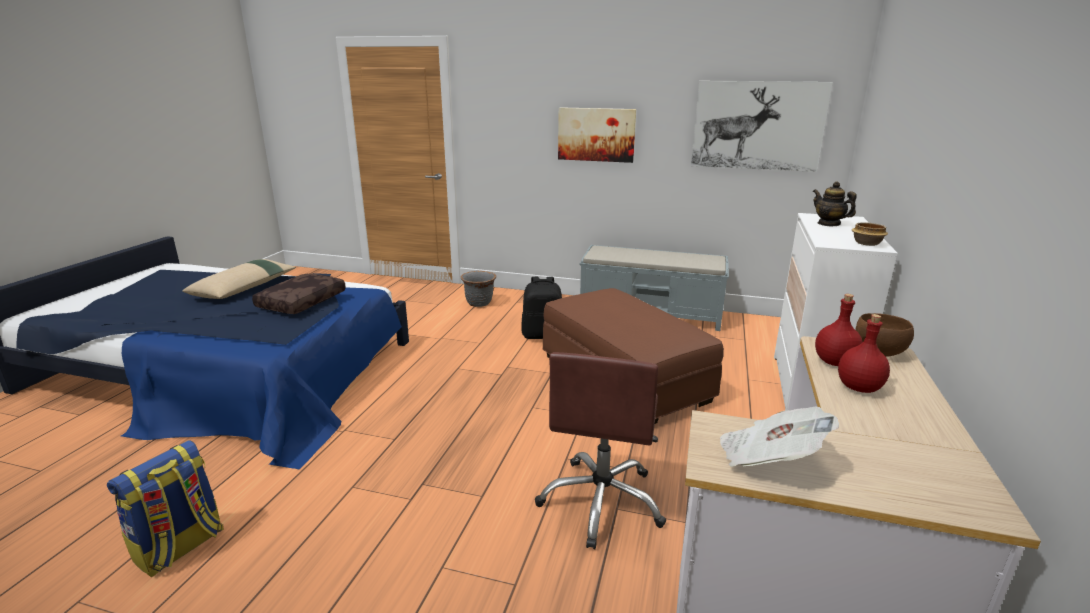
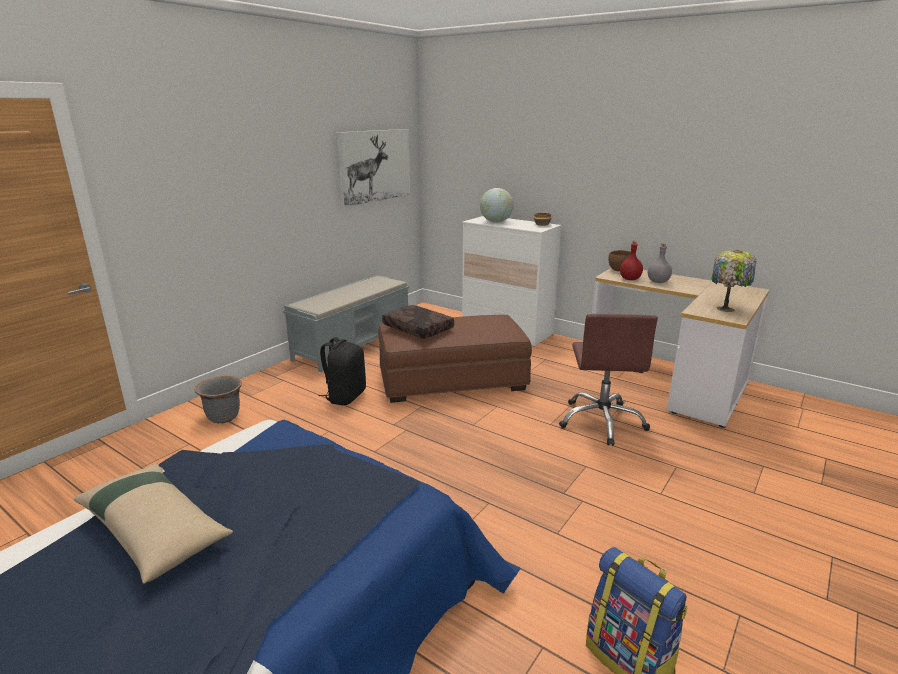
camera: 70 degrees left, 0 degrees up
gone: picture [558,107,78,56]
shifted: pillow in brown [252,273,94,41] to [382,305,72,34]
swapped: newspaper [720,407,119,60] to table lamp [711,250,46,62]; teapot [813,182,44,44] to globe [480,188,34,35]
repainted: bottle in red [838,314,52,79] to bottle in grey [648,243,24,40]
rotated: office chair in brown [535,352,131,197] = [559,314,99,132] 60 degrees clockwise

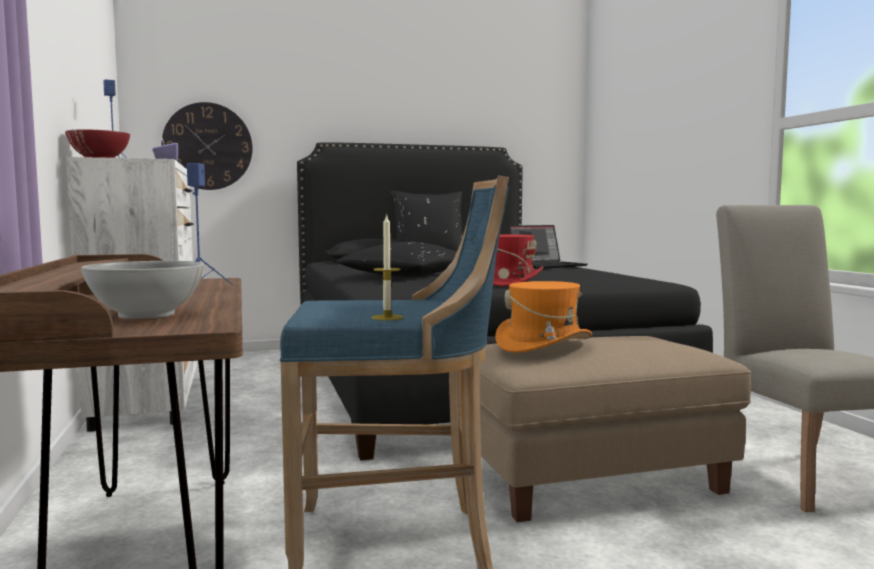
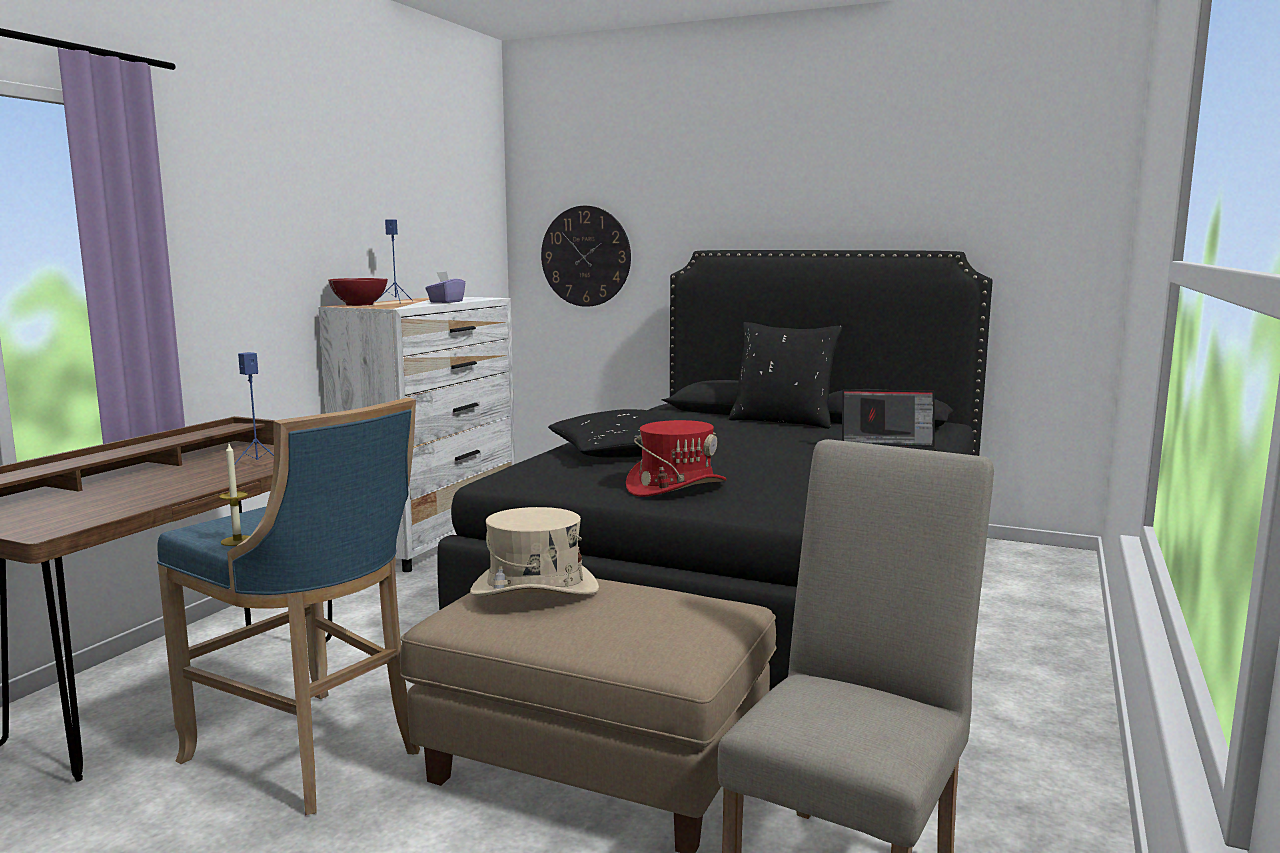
camera: 40 degrees right, 5 degrees up
gone: bowl in white [81,261,123,58]
repainted: hat in orange [495,281,97,72] to hat in beige [470,507,129,89]

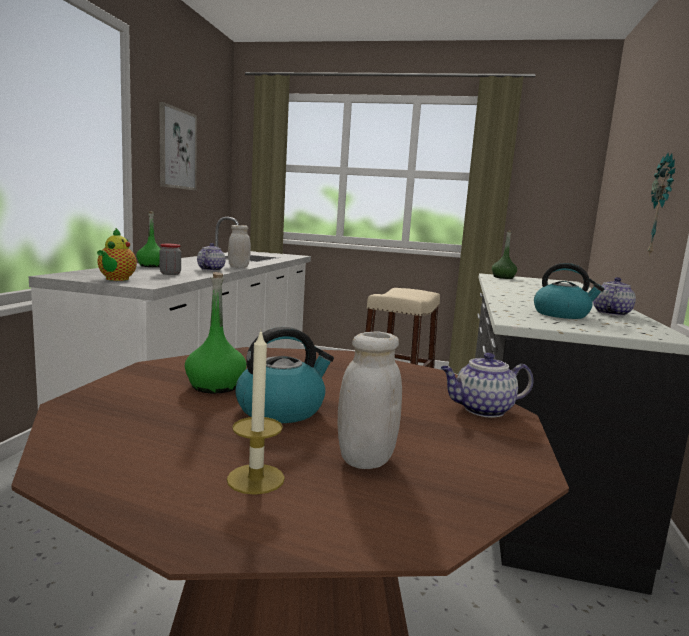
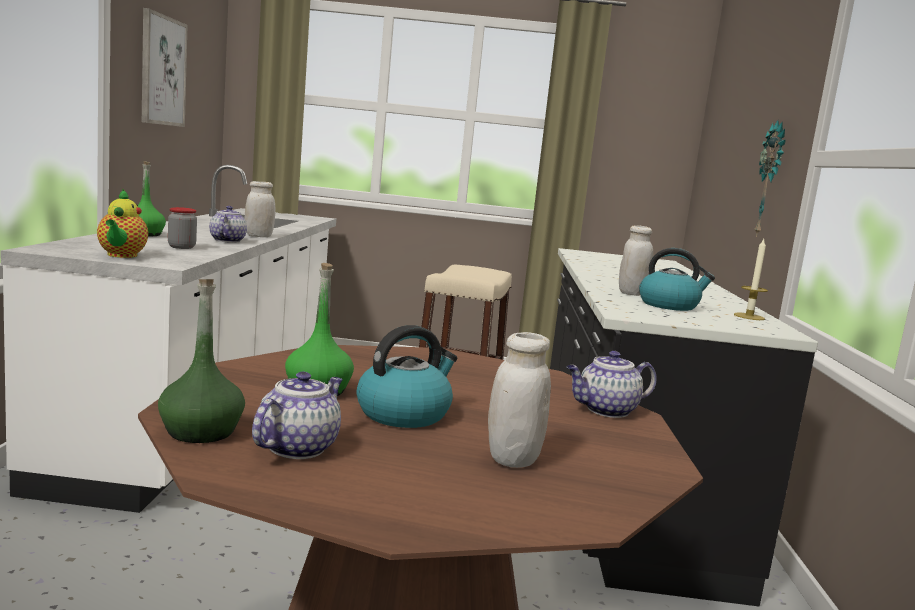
camera: 10 degrees left, 0 degrees up
new: jar in white [619,225,34,71]
shifted: candle [227,329,58,166] to [734,239,34,81]; bottle in green [492,230,25,49] to [158,279,87,164]; teapot [593,277,43,39] to [252,371,91,88]

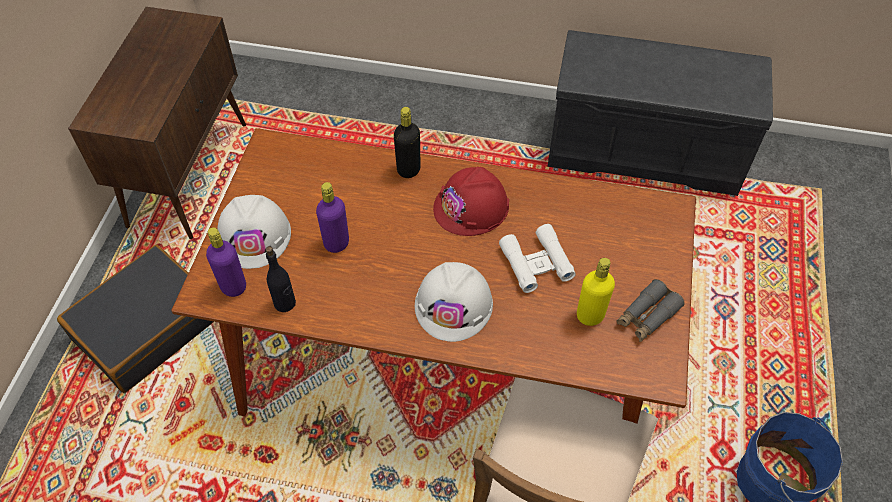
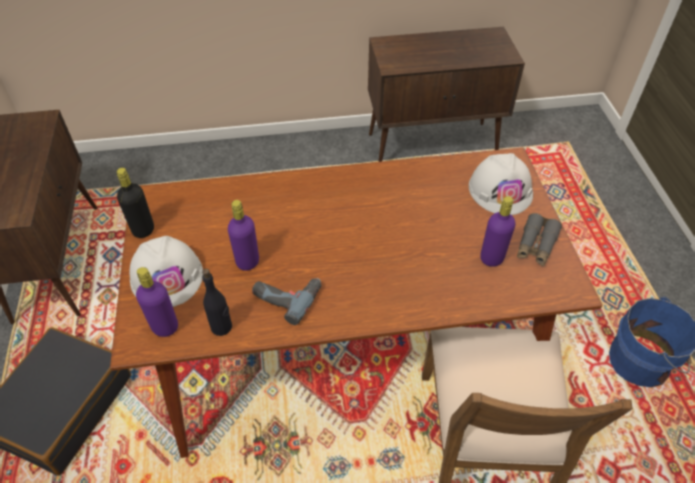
camera: 20 degrees left, 5 degrees down
gone: hard hat in red [433,167,76,69]; binoculars in white [499,224,77,69]
new: power drill [252,278,69,47]
shifted: bottle in black [394,107,27,71] to [117,168,37,70]; hard hat in white [415,262,78,80] to [469,153,64,62]
swapped: bench in grey [547,30,226,166] to cabinet in brown [368,27,157,135]
repainted: bottle in yellow [577,258,38,68] to bottle in purple [480,196,35,71]

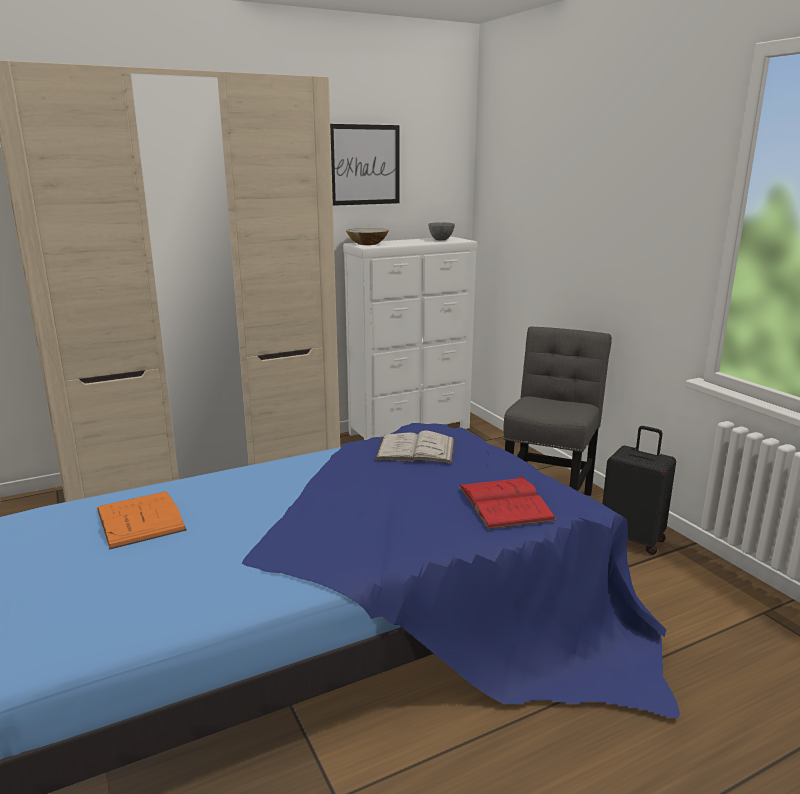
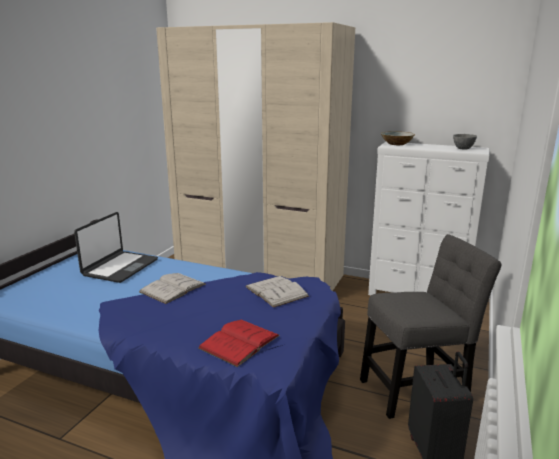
camera: 50 degrees right, 0 degrees up
gone: picture [330,124,70,82]
new: book in white [139,273,67,31]
swapped: book in orange [97,491,90,59] to laptop [74,212,84,71]

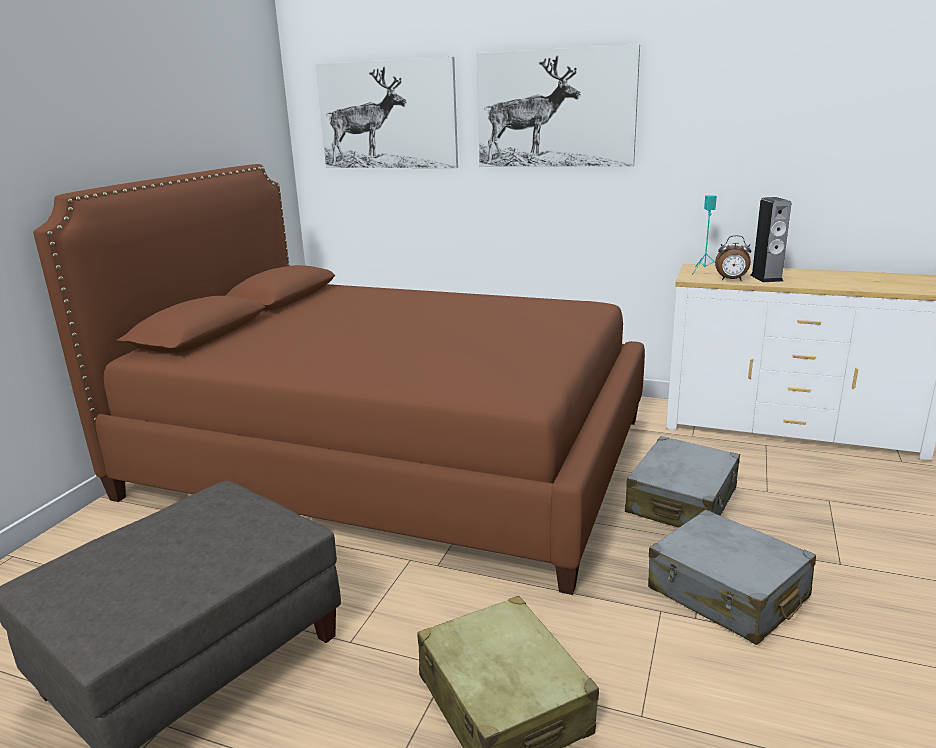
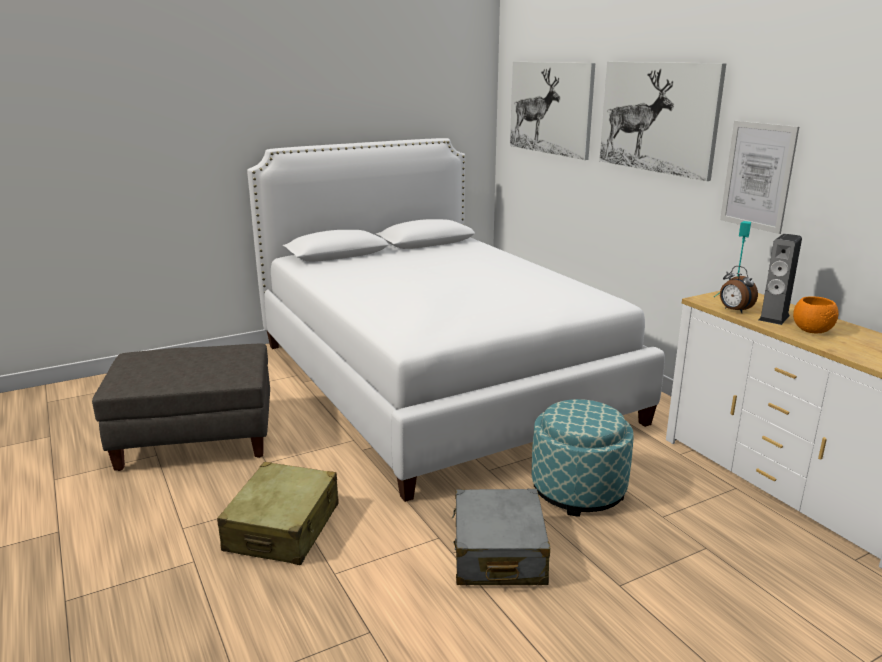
camera: 40 degrees right, 0 degrees up
new: picture [720,121,79,113]; bowl in orange [793,296,46,37]
swapped: suitcase in grey [625,436,115,92] to ottoman [532,399,102,118]
repainted: bed in brown [33,164,612,431] to bed in white [247,138,418,364]

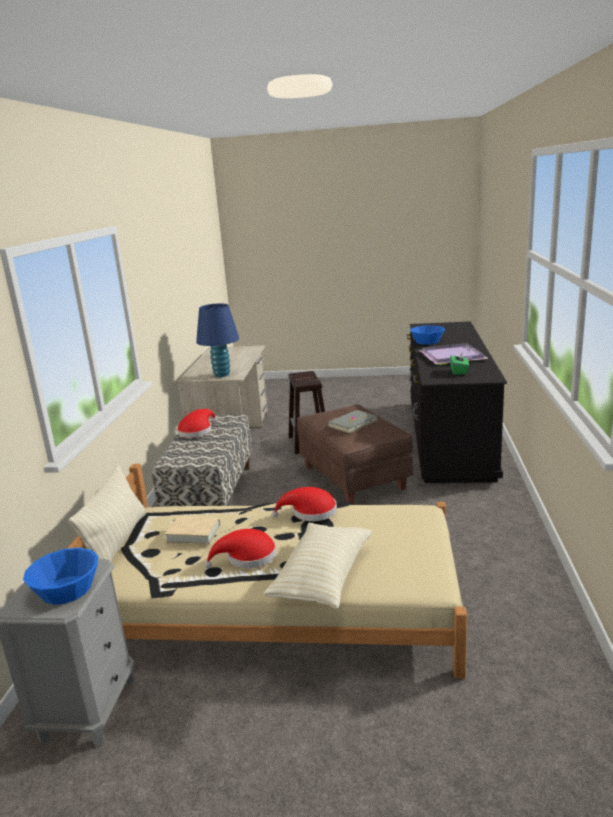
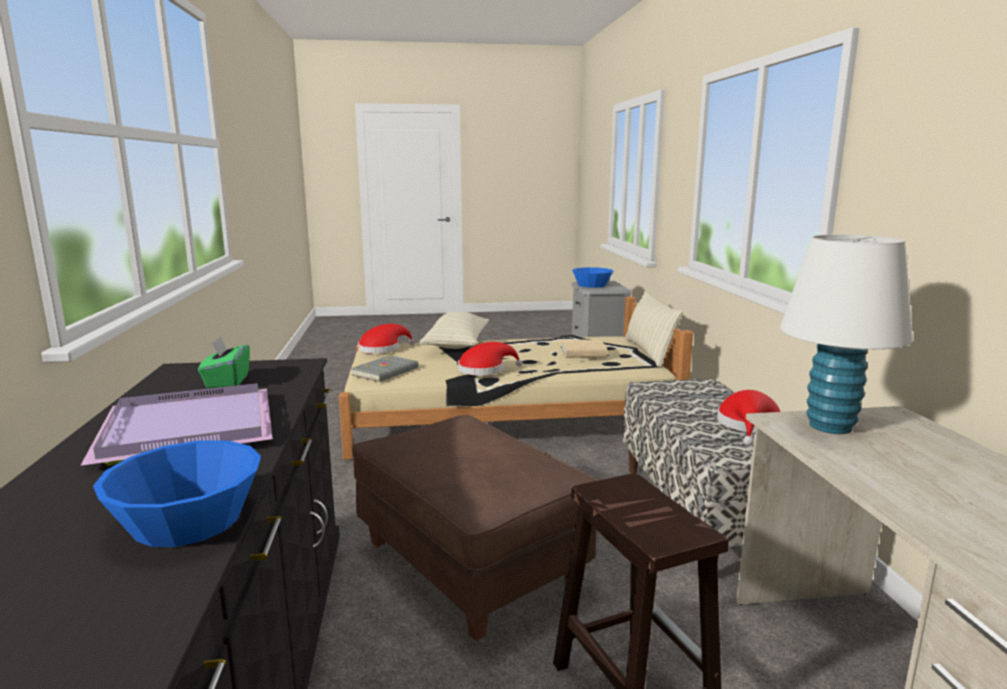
camera: 165 degrees right, 5 degrees down
shifted: hat in red [204,529,72,39] to [358,324,57,30]; book in grey [327,410,51,24] to [350,355,69,27]
repainted: table lamp in blue [196,304,43,73] to table lamp in white [780,235,133,199]

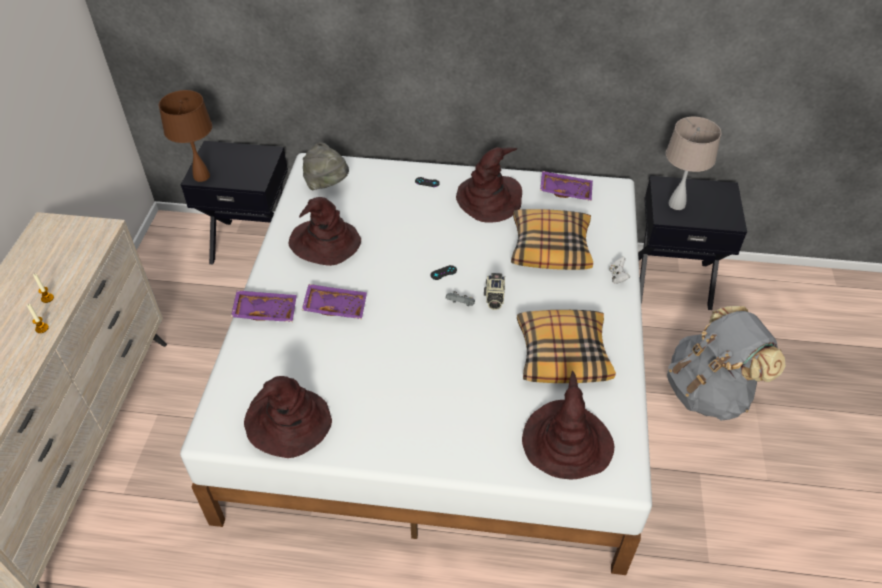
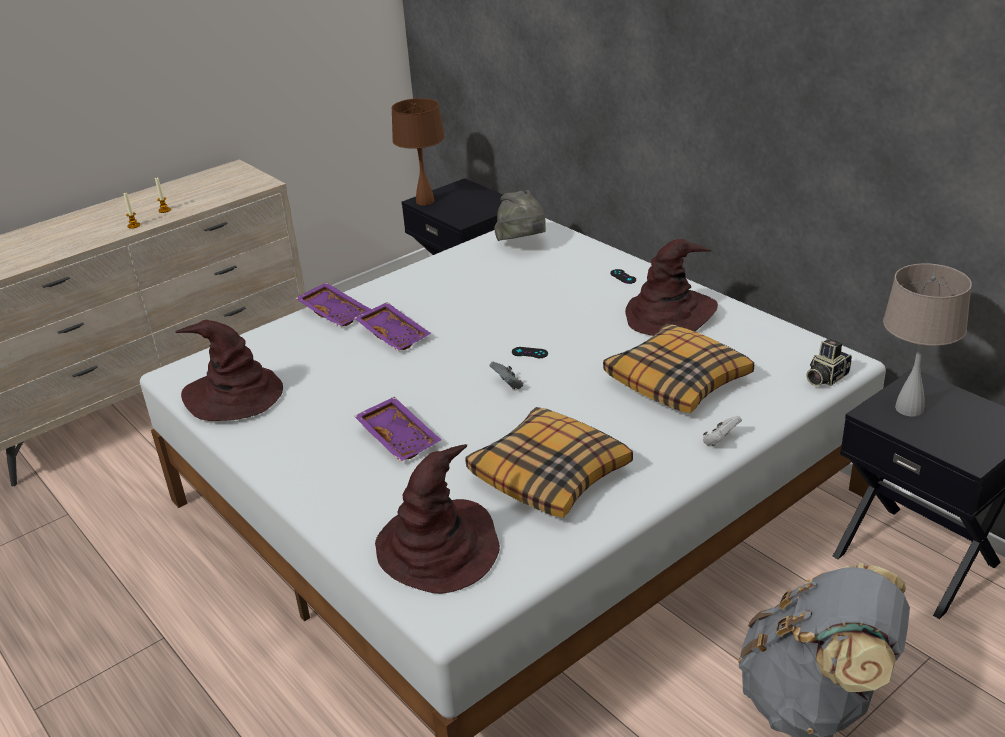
camera: 45 degrees right, 15 degrees down
gone: hat in brown [289,197,72,69]
shifted: photo camera [484,273,21,37] to [806,338,46,48]; tray in purple [540,171,53,30] to [354,397,87,65]

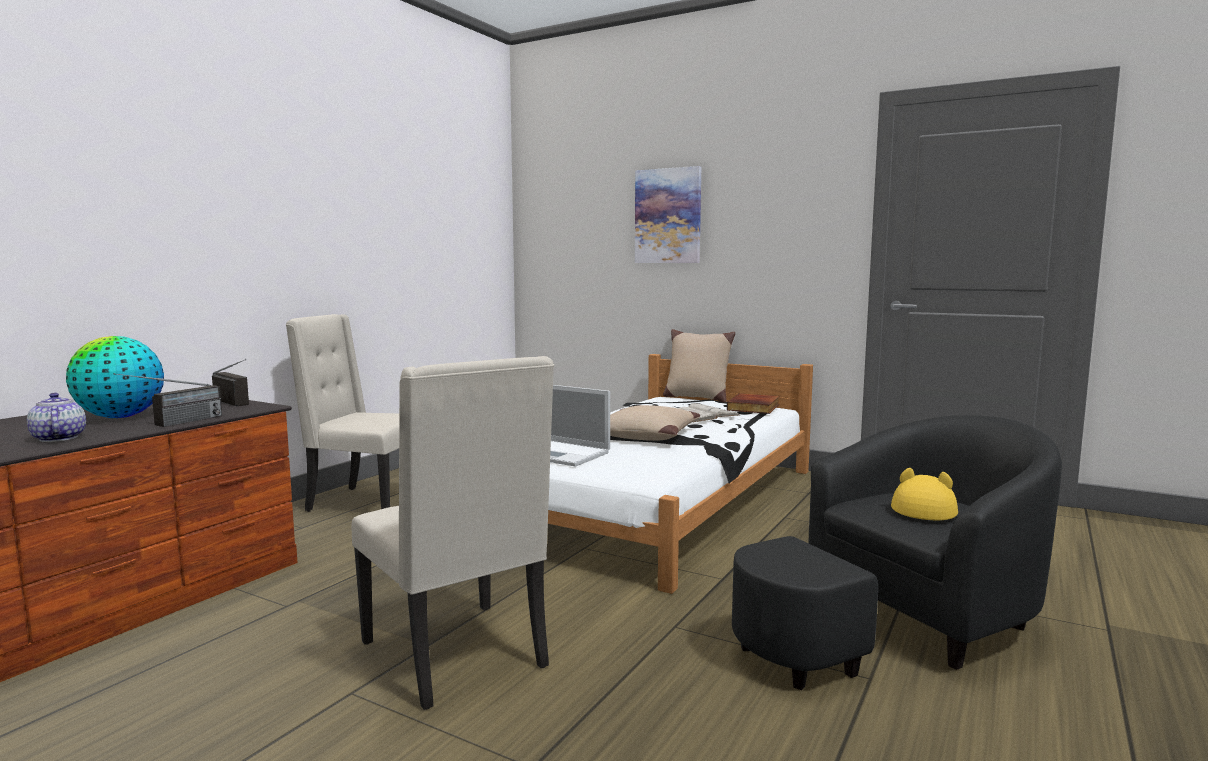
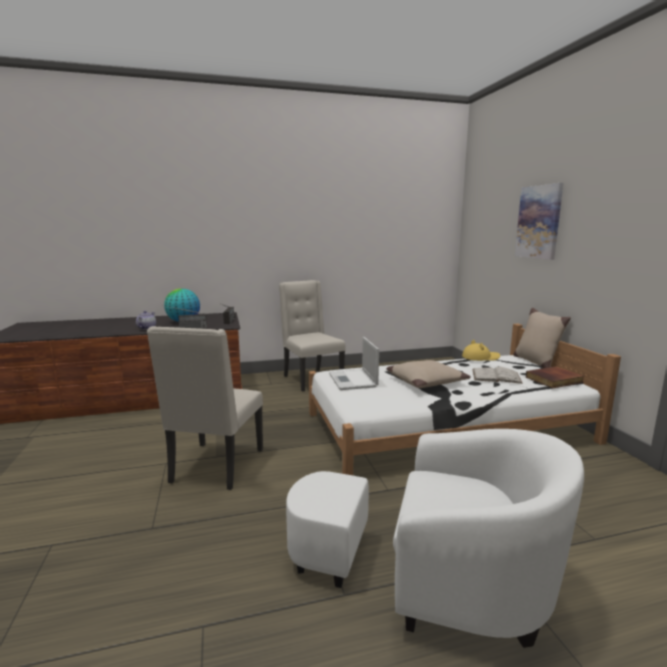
camera: 45 degrees right, 5 degrees up
shifted: hat in yellow [891,468,67,52] to [462,340,38,21]
repainted: armchair in black [732,415,330,275] to armchair in white [286,429,298,219]

